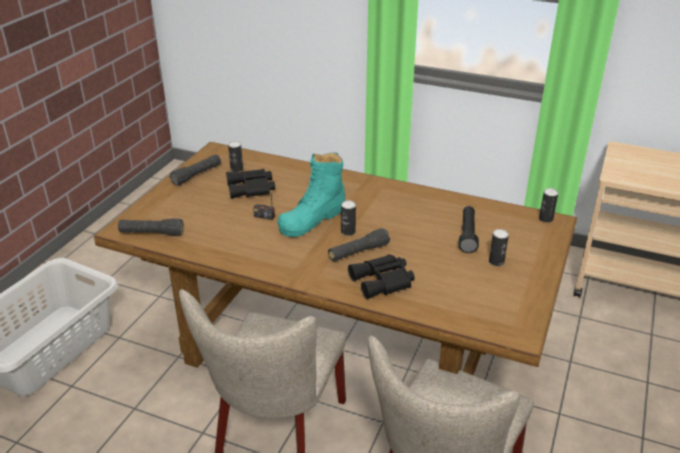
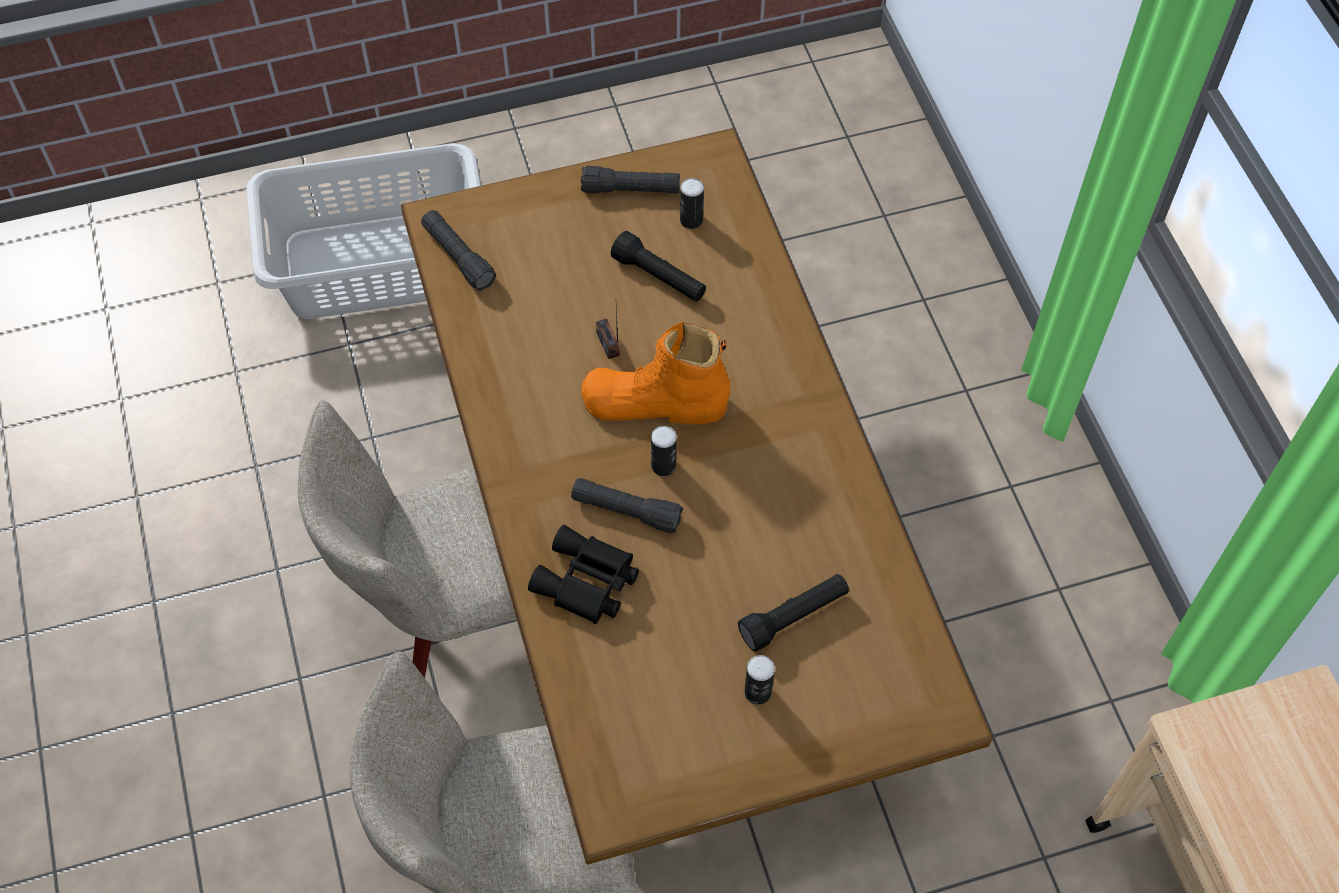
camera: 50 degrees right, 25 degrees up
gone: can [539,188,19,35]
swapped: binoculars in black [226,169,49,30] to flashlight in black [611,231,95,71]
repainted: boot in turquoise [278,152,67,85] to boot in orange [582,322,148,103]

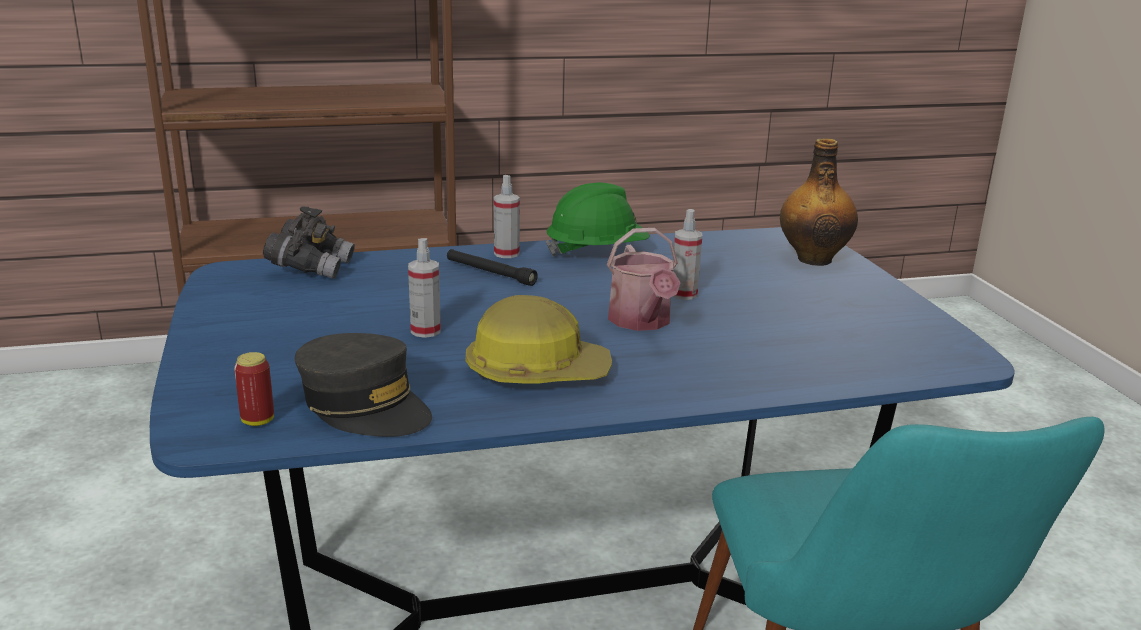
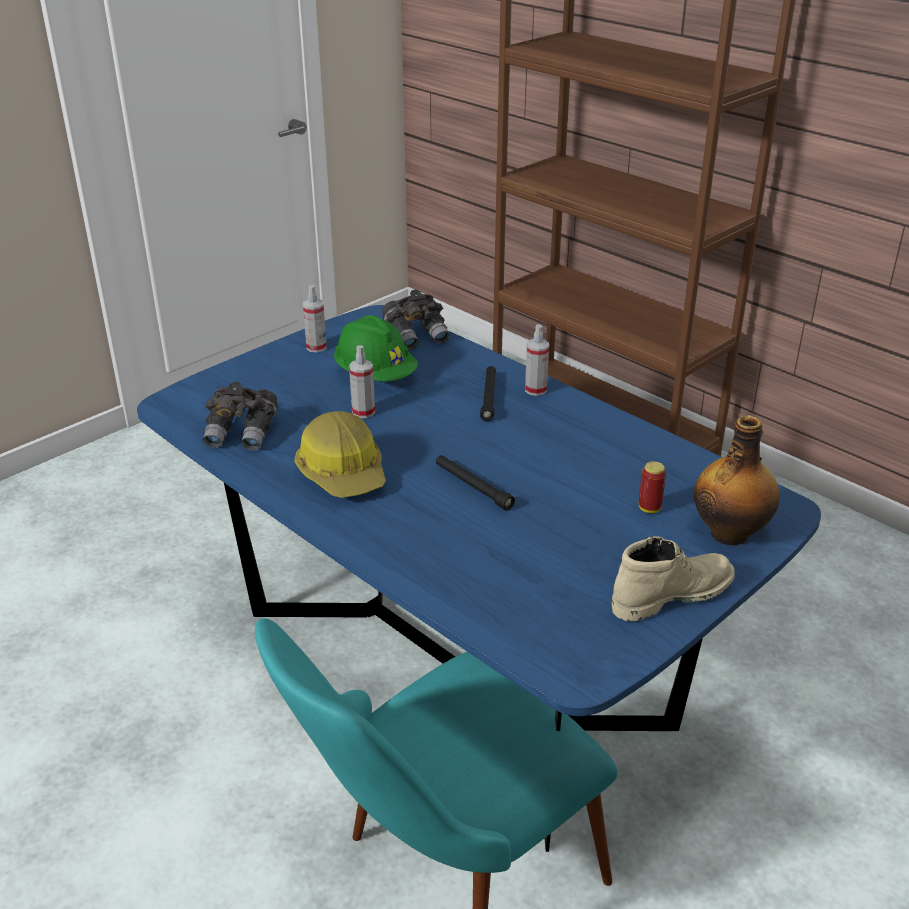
camera: 60 degrees right, 10 degrees up
new: boot in beige [611,536,124,85]
shifted: can [234,352,40,74] to [639,461,27,52]; hard hat in green [545,183,105,73] to [334,315,84,67]; spray bottle [672,209,30,91] to [303,285,24,67]
swapped: cap in grey [295,333,137,104] to binoculars in grey [203,382,75,69]; watering can [607,228,74,103] to flashlight in black [436,455,79,55]

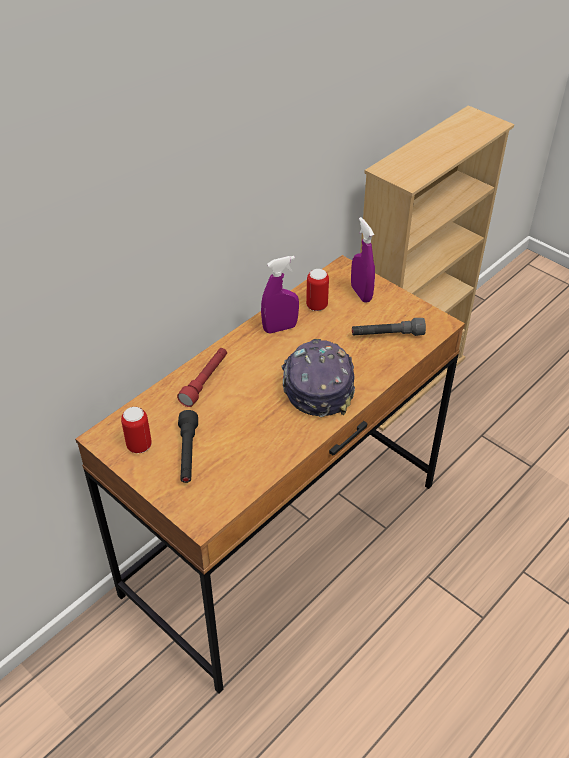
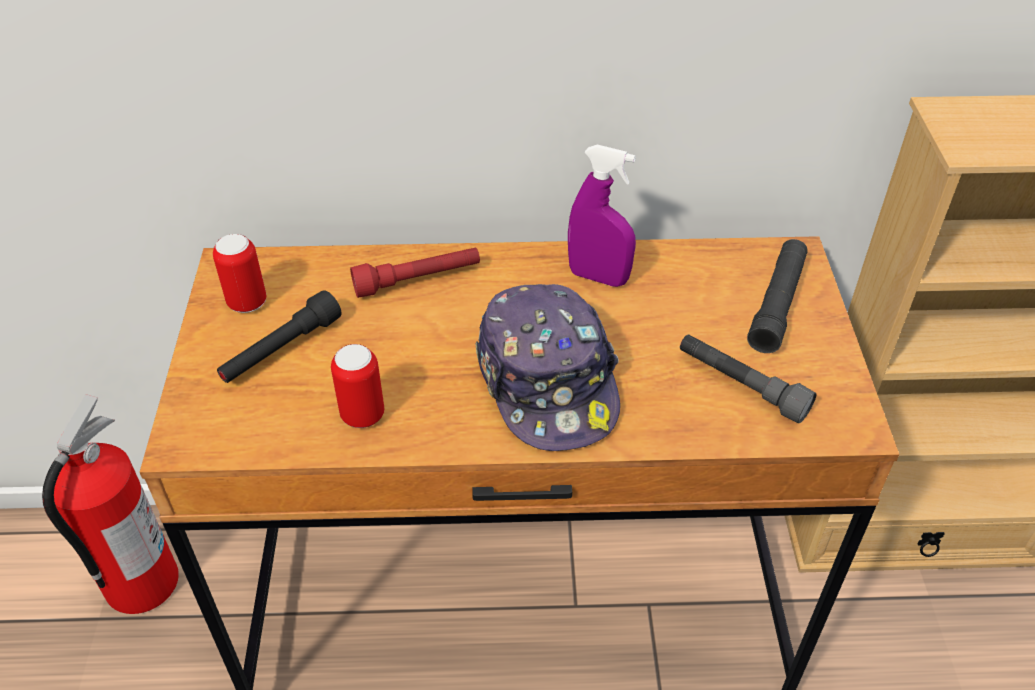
camera: 45 degrees right, 0 degrees up
new: fire extinguisher [42,394,137,220]
shifted: can [306,269,23,42] to [331,344,53,84]
swapped: spray bottle in purple [351,217,24,86] to flashlight in black [747,239,61,114]
rotated: cap [282,339,73,78] = [476,284,144,167] 120 degrees clockwise

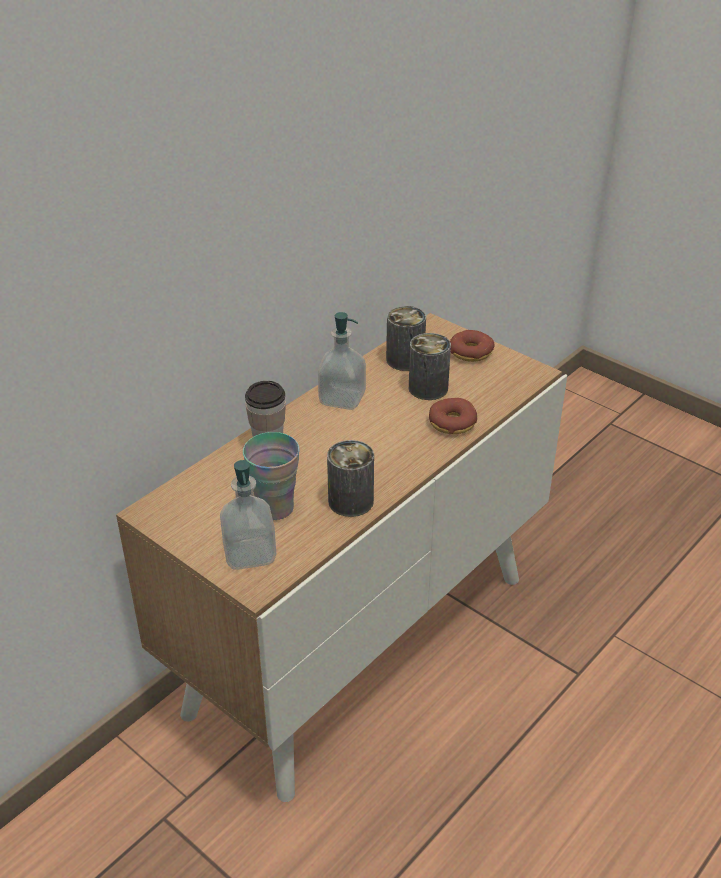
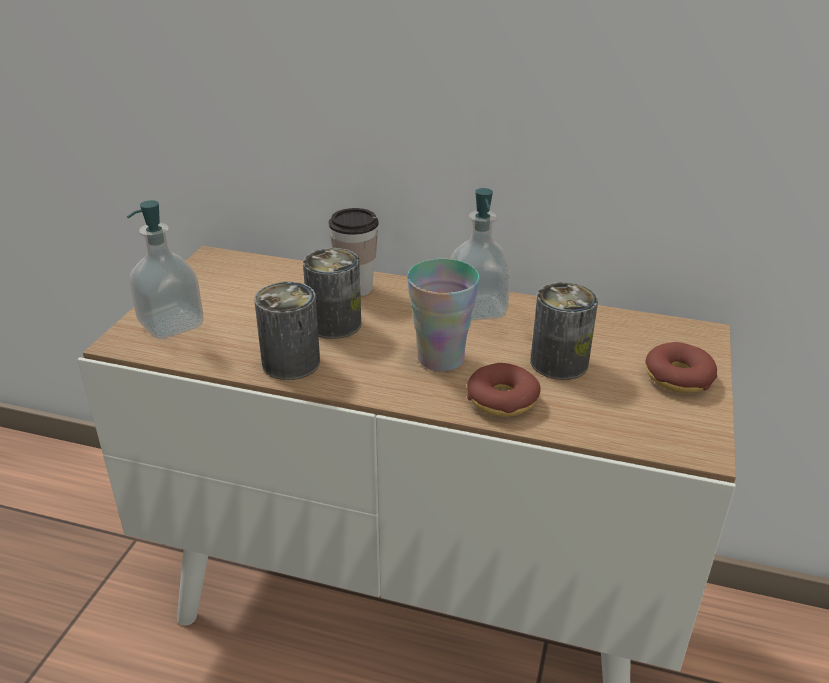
camera: 65 degrees right, 5 degrees down
shifted: cup [243,432,57,88] to [407,259,73,112]; can [386,306,40,65] to [303,248,58,91]

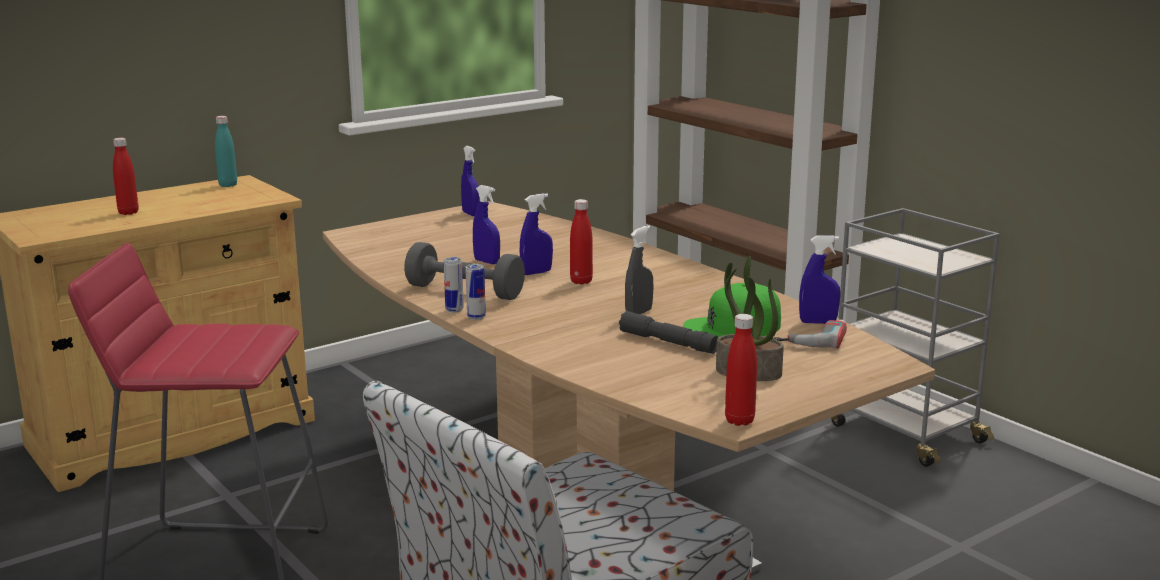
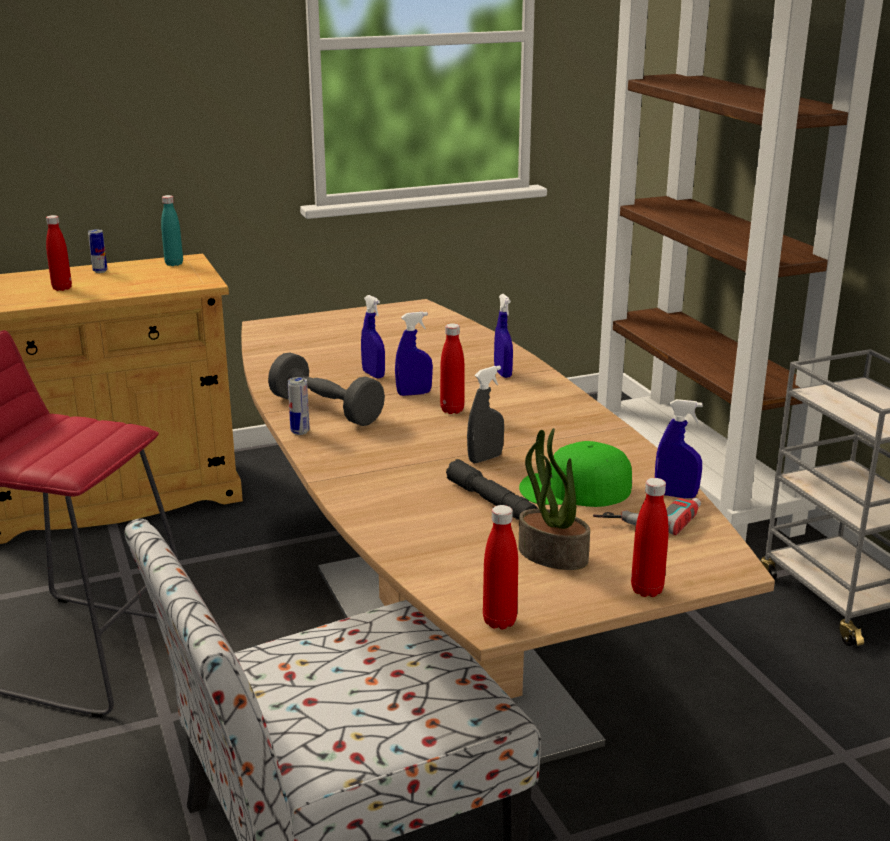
camera: 15 degrees right, 5 degrees up
new: bottle in red [631,478,38,119]
shifted: spray bottle in blue [461,146,19,70] to [494,294,19,84]; can [465,264,21,56] to [88,229,19,44]

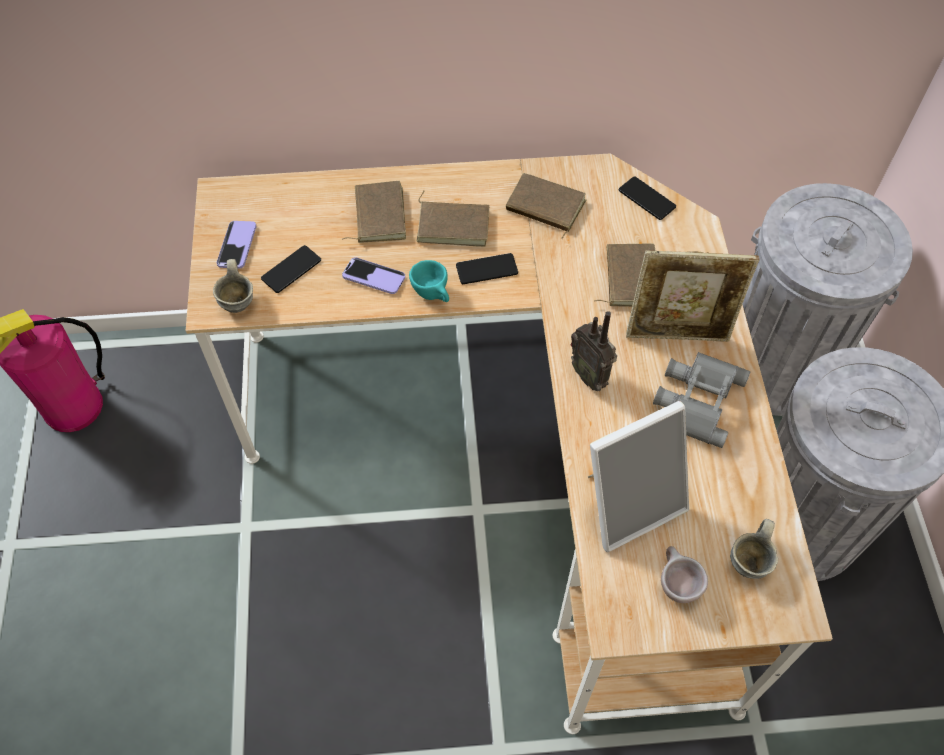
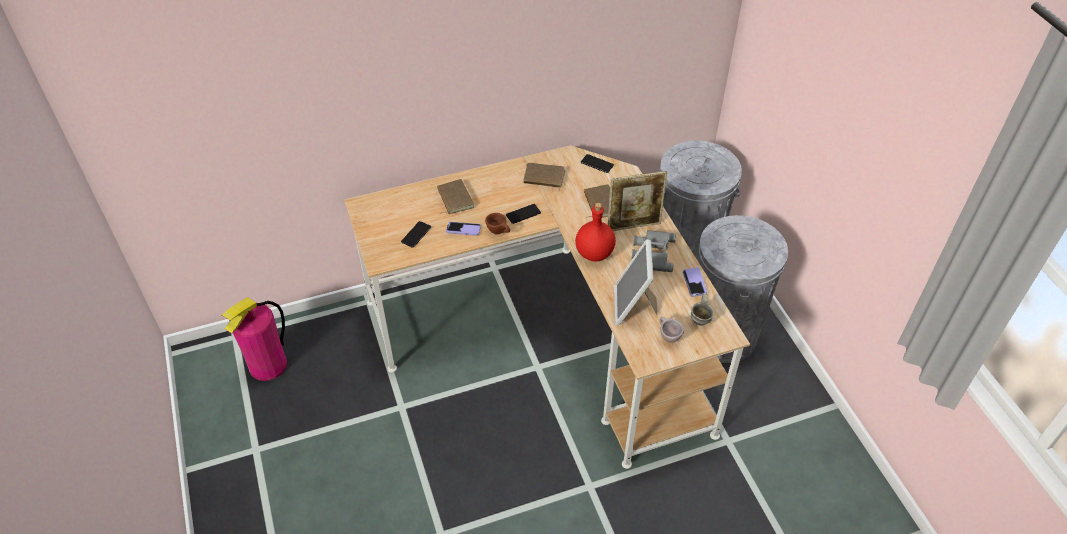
camera: 15 degrees left, 10 degrees down
gone: mug in grey [213,259,40,54]; book in brown [416,190,73,57]
shifted: phone [217,221,40,48] to [683,267,24,30]
swapped: radio [571,311,47,80] to bottle in red [575,203,41,59]
repainted: cup in turquoise [409,260,40,42] to cup in brown [485,213,25,22]
rotated: picture frame [588,401,101,151] = [614,239,43,86] 135 degrees clockwise

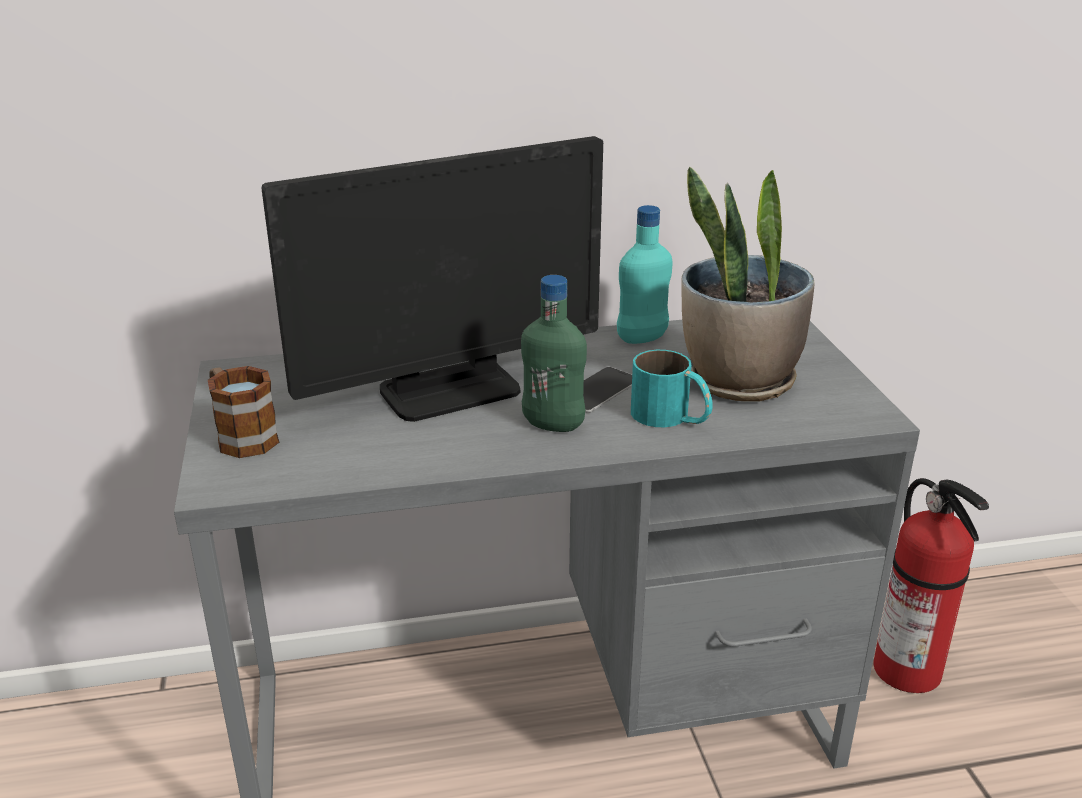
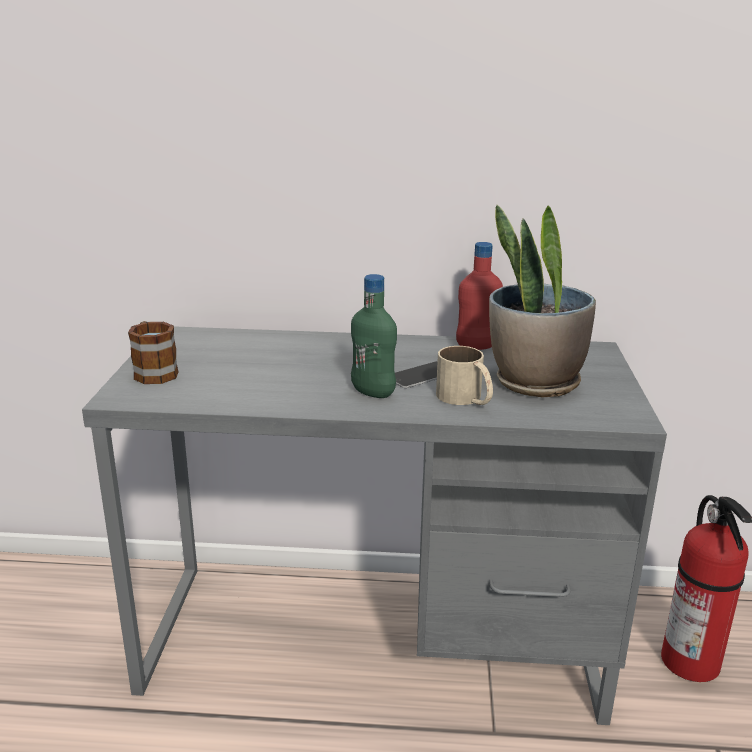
camera: 15 degrees right, 5 degrees down
gone: monitor [261,136,342,286]
repainted: bottle in turquoise [617,205,55,139] to bottle in red [456,242,47,108]; mug in turquoise [631,350,82,77] to mug in beige [436,346,57,59]

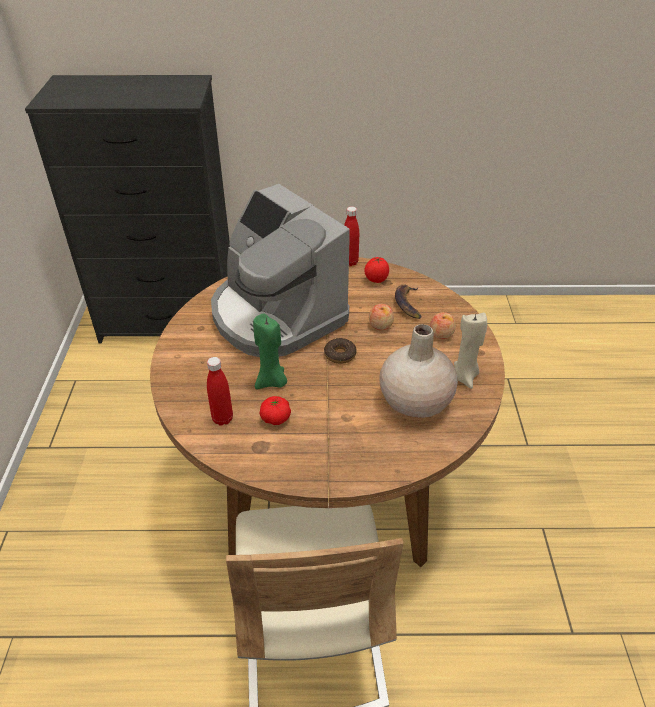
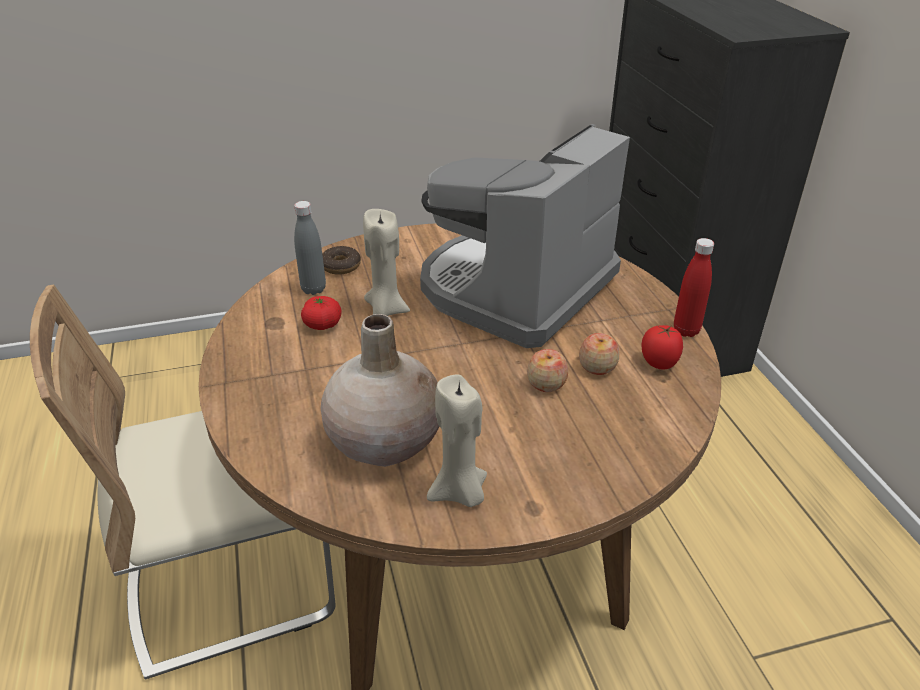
camera: 75 degrees right, 5 degrees down
gone: banana [395,284,26,35]
shifted: donut [324,338,33,26] to [322,245,39,30]; apple [430,312,26,27] to [579,333,40,42]
repainted: bottle in red [207,357,26,69] to bottle in grey [294,201,32,94]; candle in green [253,314,34,75] to candle in beige [363,209,47,107]

